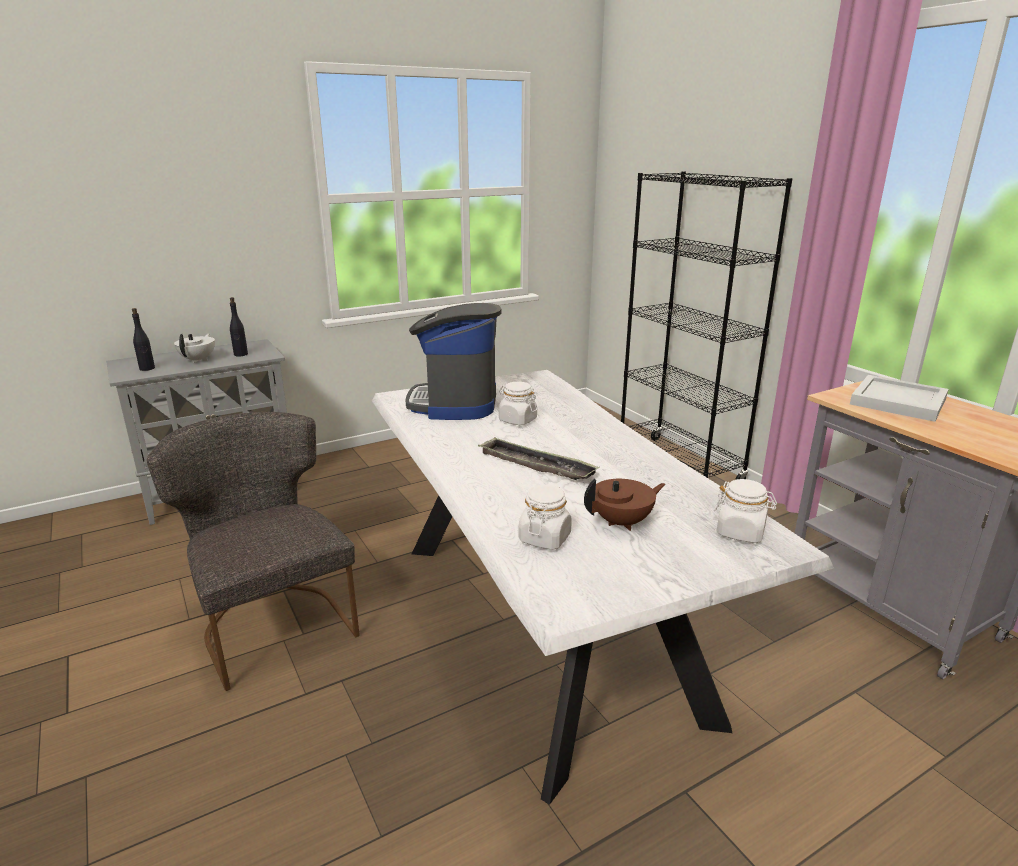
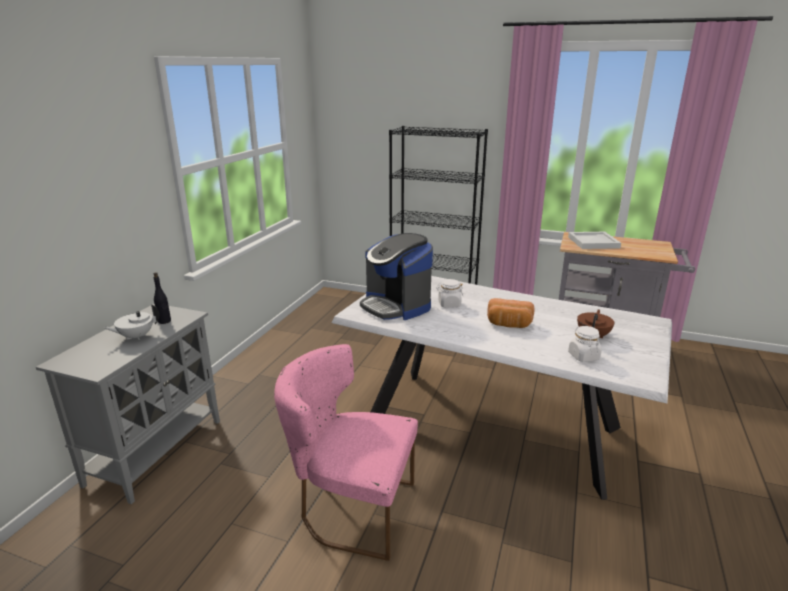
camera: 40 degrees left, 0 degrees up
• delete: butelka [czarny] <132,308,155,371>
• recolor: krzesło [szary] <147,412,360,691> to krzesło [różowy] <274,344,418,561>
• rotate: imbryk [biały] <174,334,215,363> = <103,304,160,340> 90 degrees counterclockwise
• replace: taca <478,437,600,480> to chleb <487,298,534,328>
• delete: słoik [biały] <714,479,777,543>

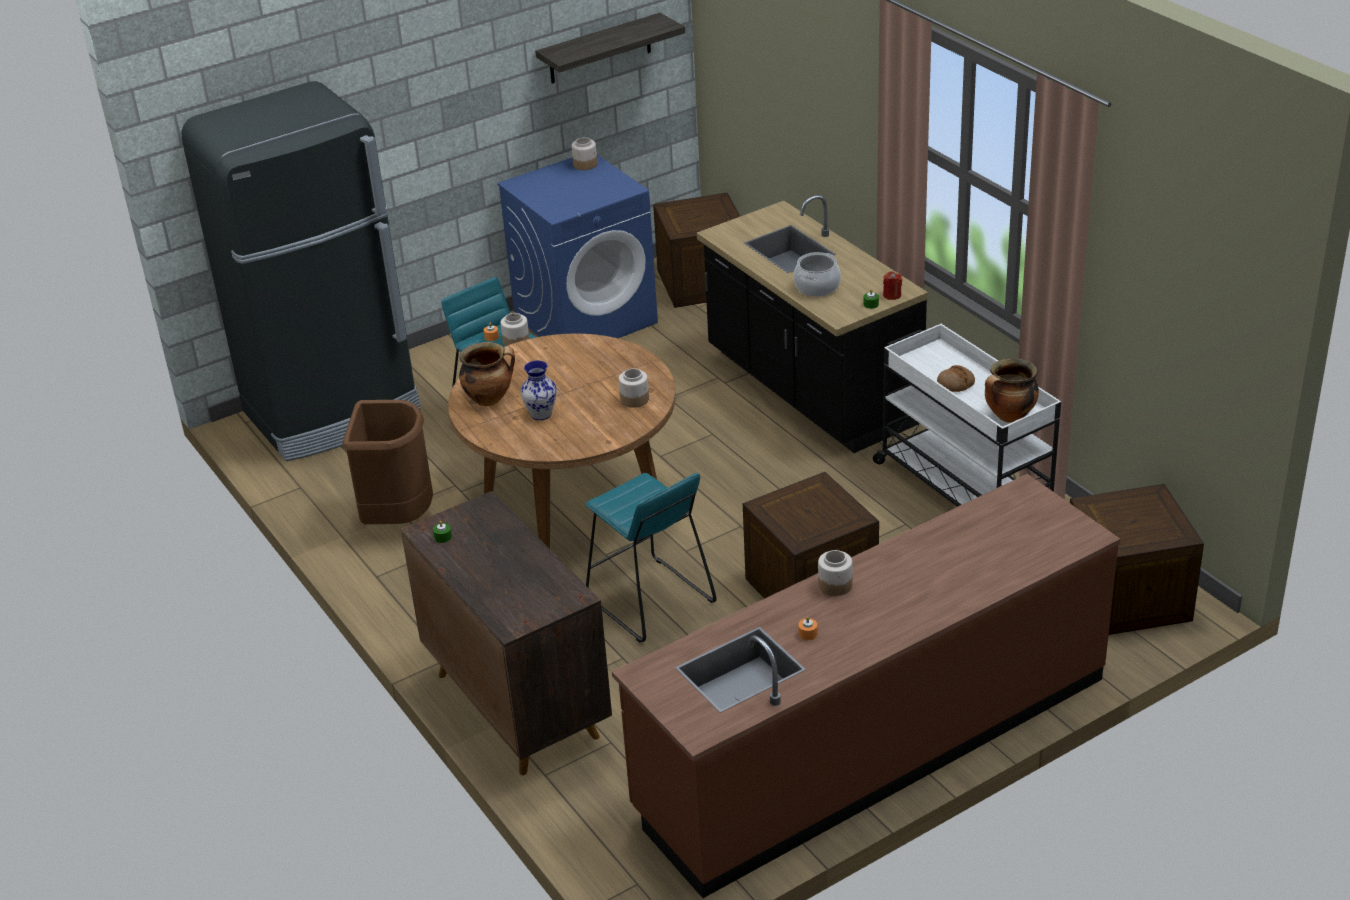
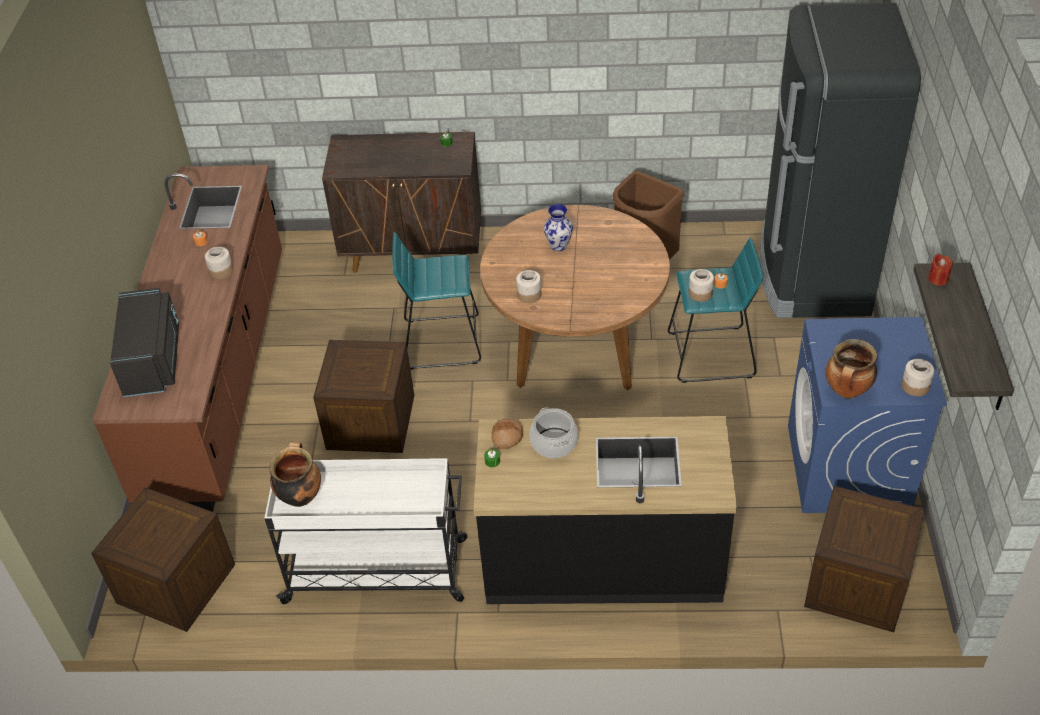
camera: 125 degrees right, 10 degrees up
• move: garnek <459,342,515,406> to <825,339,877,398>
• move: świeca [czerwony] <883,272,902,300> to <928,254,953,286>
• move: chleb <937,365,975,392> to <491,418,523,449>
• insert: mikrofalówka [czarny] <110,288,179,397>

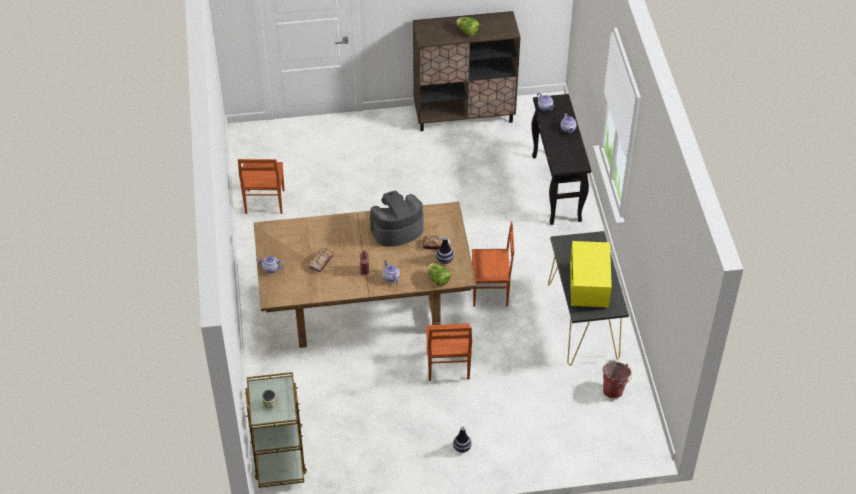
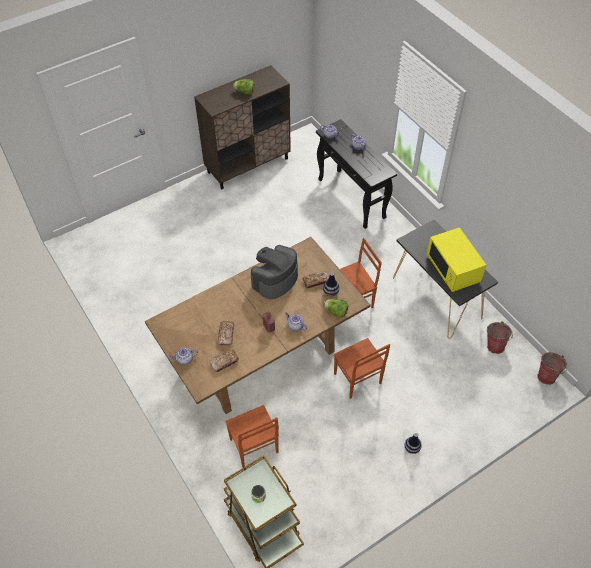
camera: 25 degrees left, 5 degrees up
• move: krzesło [brązowy] <238,159,285,214> to <225,405,279,468>
• insert: chleb <209,349,239,372>
• insert: wiadro <537,352,567,385>

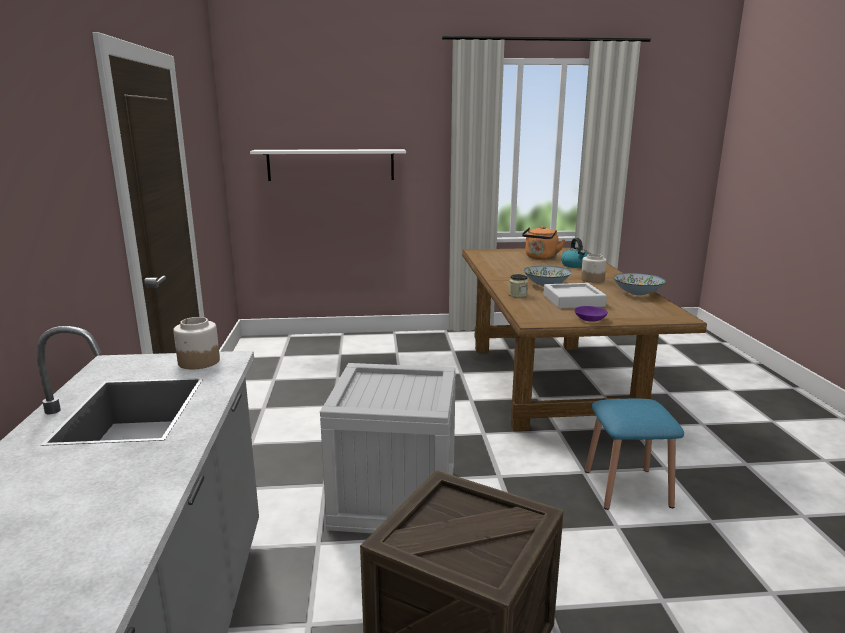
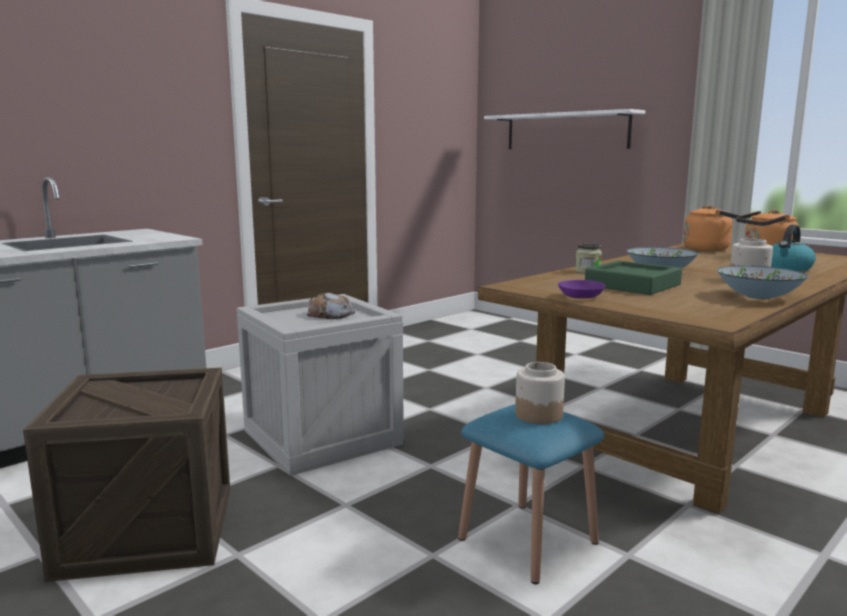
camera: 50 degrees right, 5 degrees down
• move: słoik <173,317,220,369> to <515,362,565,424>
• recolor: taca [szary] <543,283,607,308> to taca [zielony] <585,261,682,295>
• insert: chleb <307,293,355,319>
• insert: czajnik [pomarańczowy] <683,205,740,251>

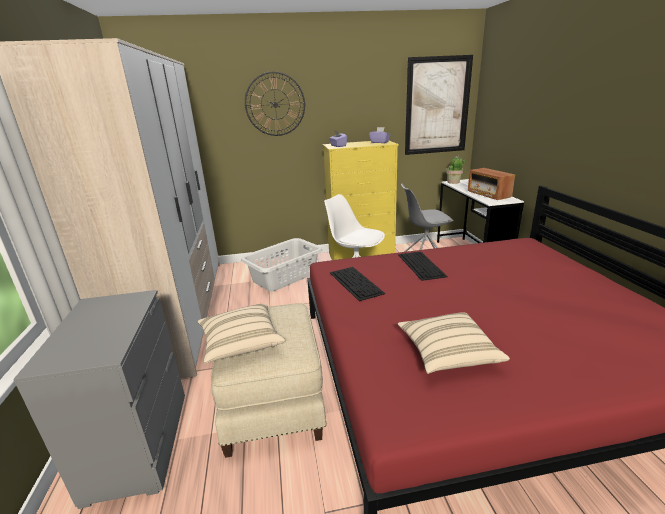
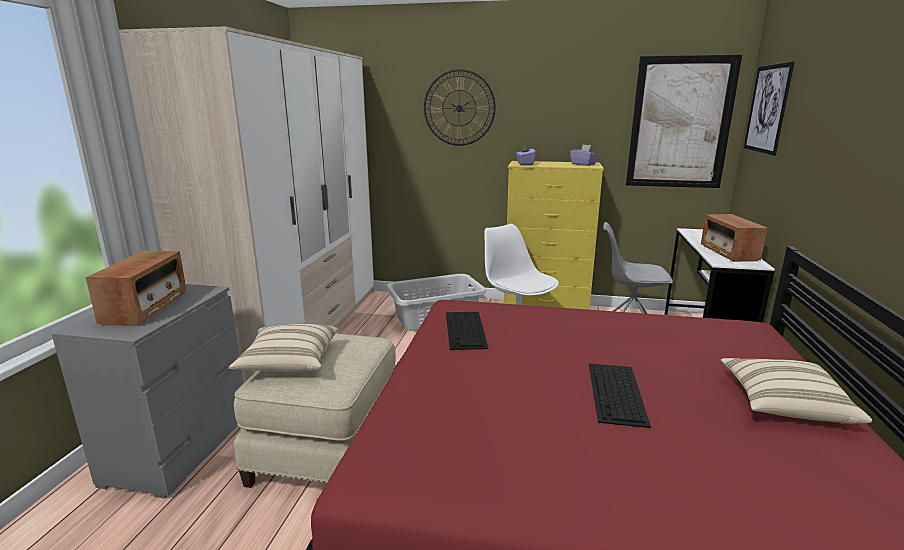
camera: 20 degrees right, 5 degrees down
• move: klawiatura <398,252,448,281> to <589,364,651,428>
• move: poduszka [beżowy] <398,312,510,374> to <721,358,872,424>
• delete: roślina doniczkowa <446,155,465,184>
• insert: radio <86,251,187,326>
• insert: obraz <744,61,795,156>

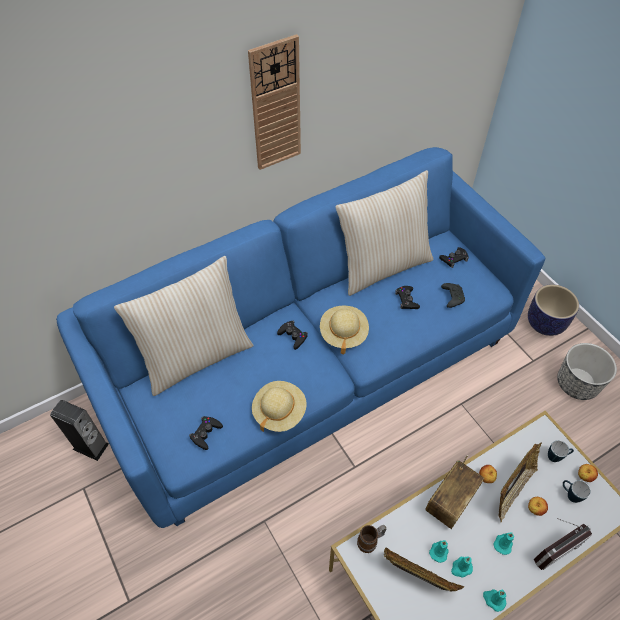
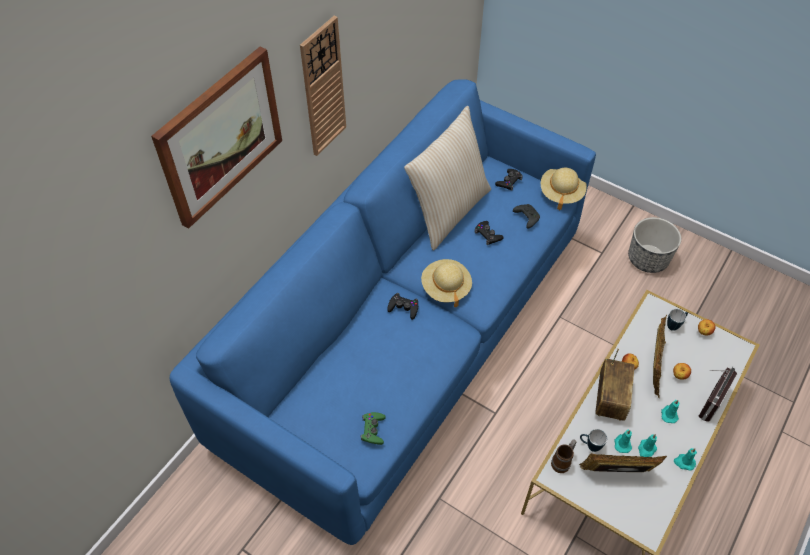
camera: 25 degrees left, 0 degrees up
• delete: głośnik <50,400,109,461>
• delete: poduszka [beżowy] <114,256,254,396>
• recolor: pad do gier [czarny] <189,416,223,450> to pad do gier [zielony] <361,412,386,445>
• move: kapelusz [beżowy] <252,381,307,432> to <541,168,587,210>
• delete: donica <528,284,579,336>
• move: kubek <563,480,591,503> to <580,429,607,452>
• insert: obraz <151,46,282,229>

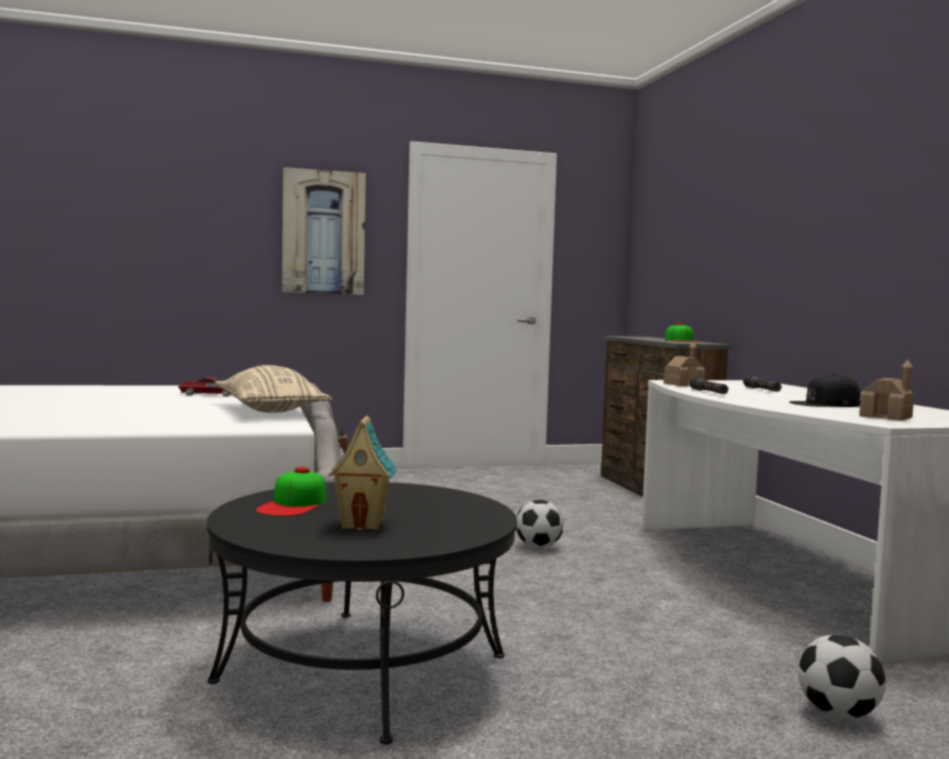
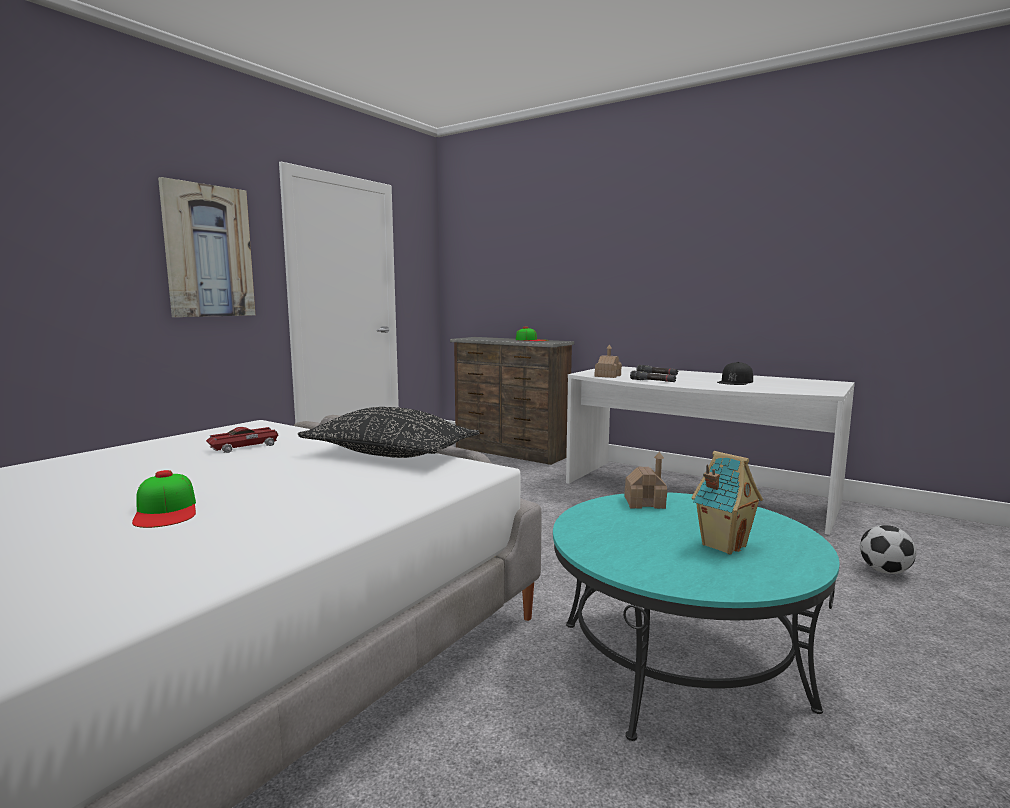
camera: 40 degrees left, 5 degrees up
• recolor: ława [czarny] <207,482,517,744> to ława [turkusowy] <553,492,840,741>
• recolor: poduszka [beżowy] <215,365,332,413> to poduszka [czarny] <298,407,480,458>
• move: czapka z daszkiem <256,467,327,516> to <132,470,196,528>
• delete: piłka futbolowa <516,500,564,548>
• move: domek <859,360,914,421> to <624,452,667,509>

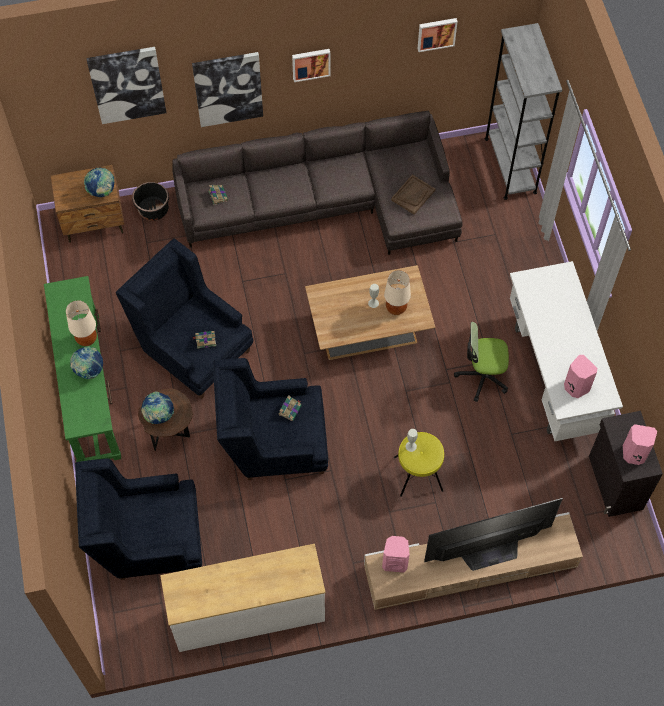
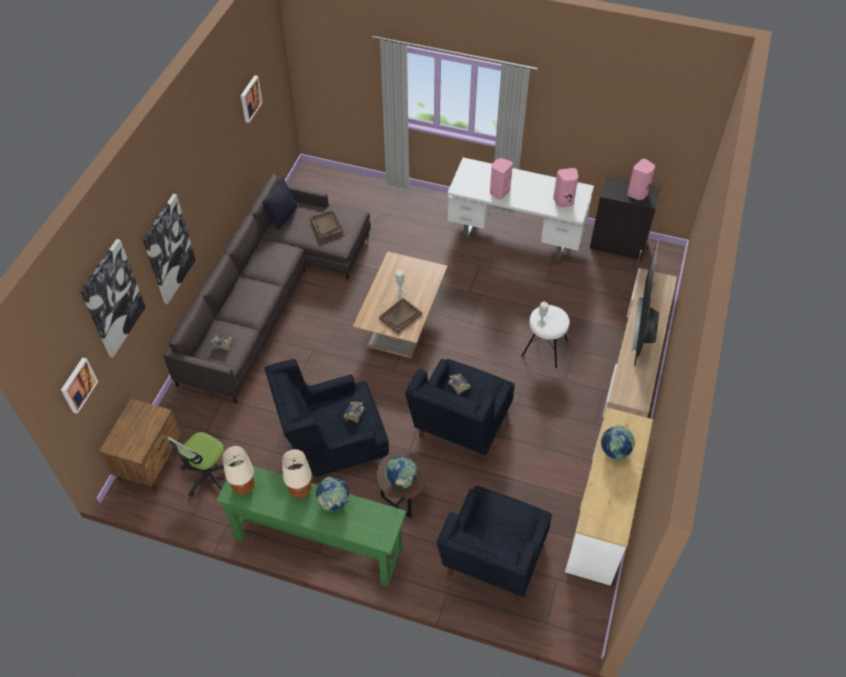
camera: 60 degrees left, 10 degrees down
• move: globus <84,168,115,197> to <601,425,635,460>
• delete: donica [czarny] <132,182,169,221>
• move: obraz <292,49,330,82> to <61,357,98,414>
• move: głośnik [różowy] <382,536,410,573> to <490,158,513,199>
• move: lampa stołowa [beżowy] <384,270,411,315> to <222,446,254,495>
• recolor: stołek [żółty] <394,432,444,497> to stołek [biały] <521,305,569,368>
• move: krzesło biurowe <454,322,509,402> to <167,432,235,497>
• delete: regał [szary] <484,23,562,200>
• insert: poduszka [czarny] <262,178,298,230>
• insert: taca [brązowy] <379,298,422,333>

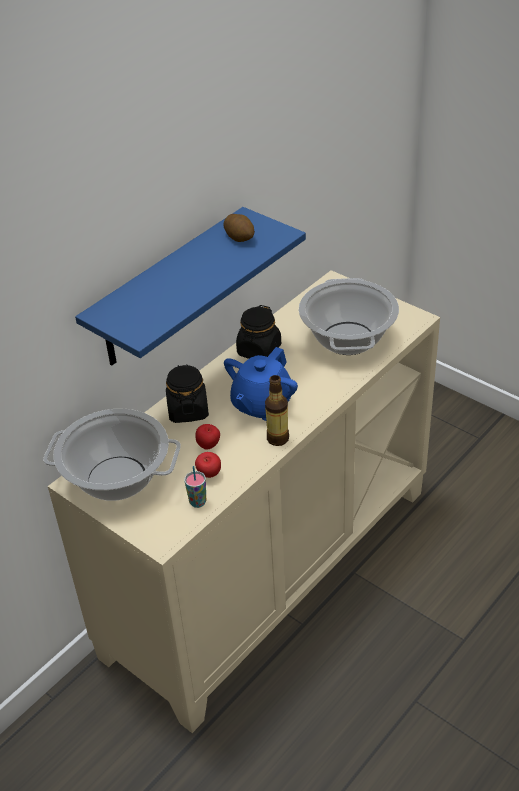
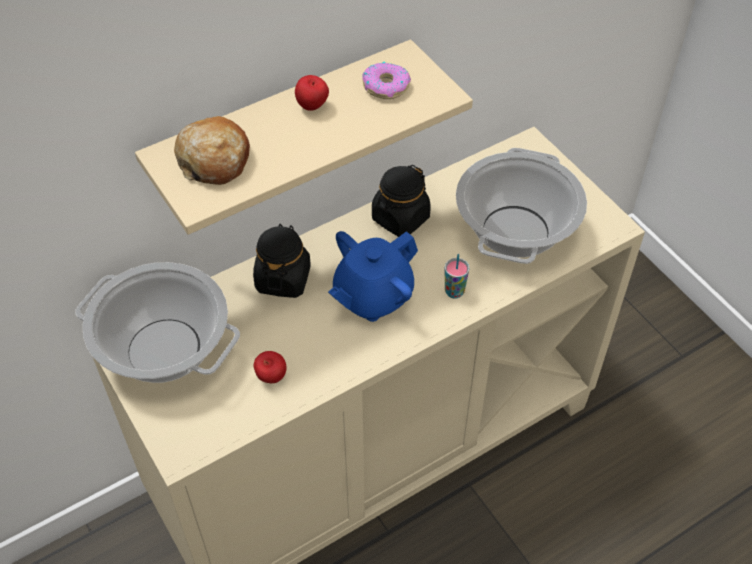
camera: 15 degrees right, 10 degrees up
• recolor: półka [niebieski] <75,207,306,365> to półka [beżowy] <135,40,473,235>
• move: filiżanka <184,466,206,508> to <445,254,469,299>
• move: jabłko <195,424,220,449> to <295,75,329,111>
• replace: ziemniak <224,214,255,242> to donut <362,62,411,99>
• delete: butelka <265,375,289,446>
• insert: chleb <174,116,250,185>

